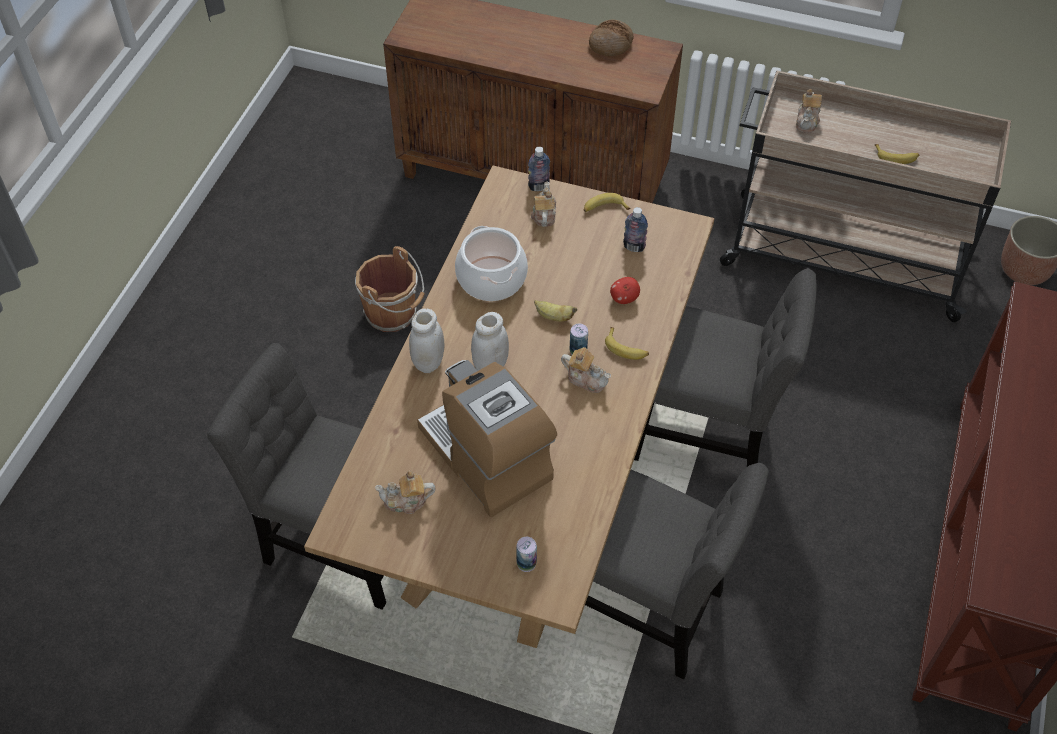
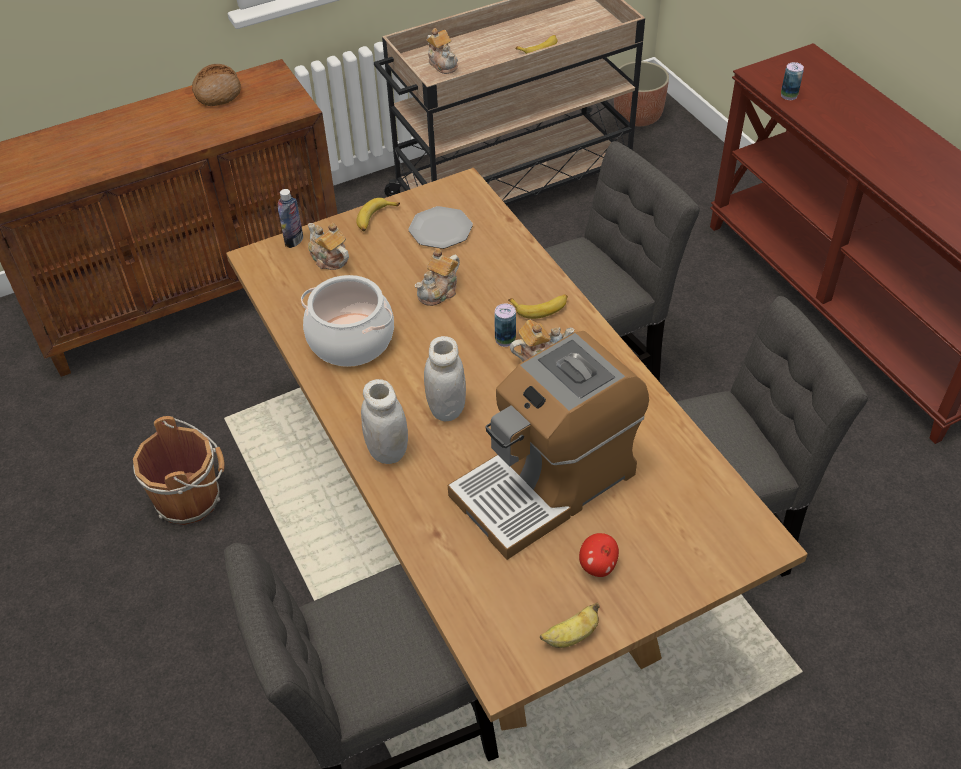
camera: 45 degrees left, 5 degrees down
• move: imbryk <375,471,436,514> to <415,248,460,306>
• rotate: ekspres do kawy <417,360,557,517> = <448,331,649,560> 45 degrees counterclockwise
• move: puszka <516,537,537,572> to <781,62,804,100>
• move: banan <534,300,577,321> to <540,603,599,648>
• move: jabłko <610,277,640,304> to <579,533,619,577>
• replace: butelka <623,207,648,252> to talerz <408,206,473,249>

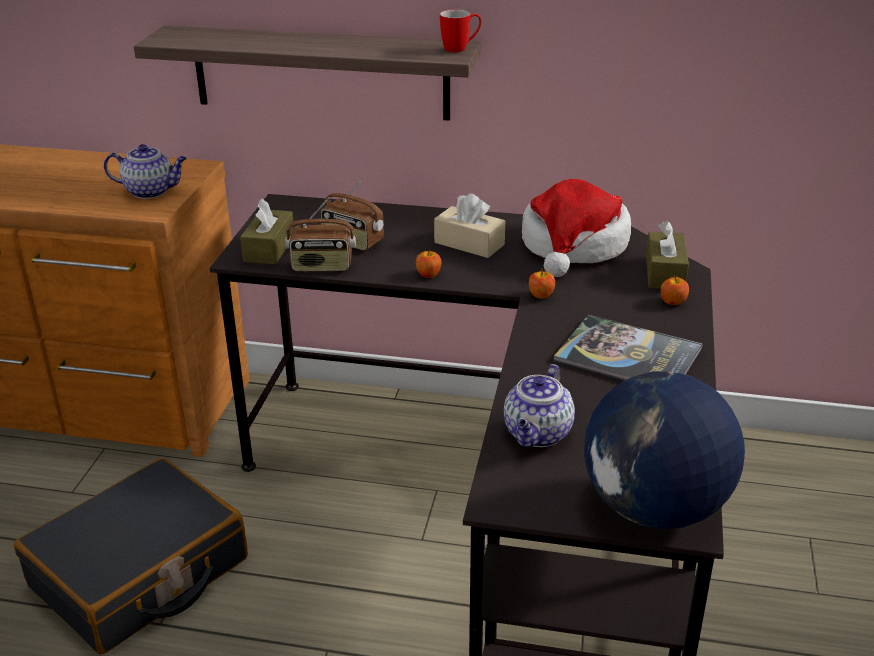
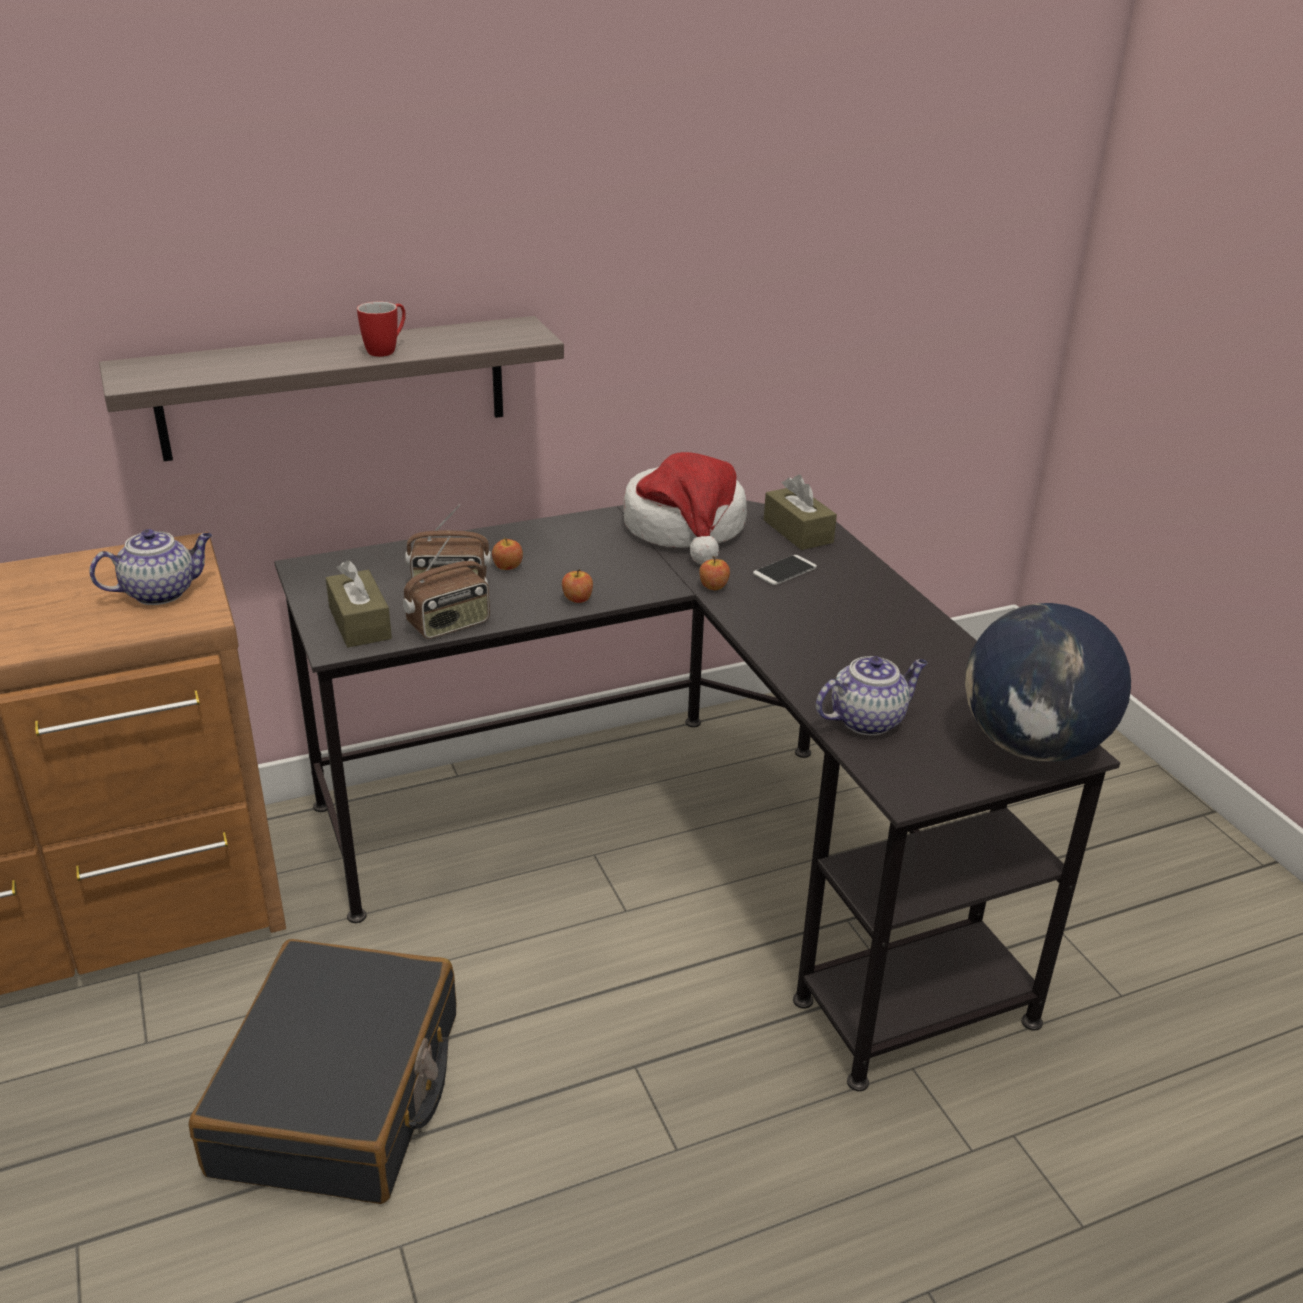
camera: 35 degrees left, 0 degrees up
• delete: pudełko chusteczek [beżowy] <434,193,505,258>
• move: kubek <440,10,482,53> to <357,302,406,357>
• rotate: imbryk <504,364,575,447> = <816,656,928,735> 105 degrees counterclockwise
• delete: książka <554,315,703,381>
• move: jabłko <661,276,689,305> to <492,538,523,570>
• insert: telefon <753,555,817,585>

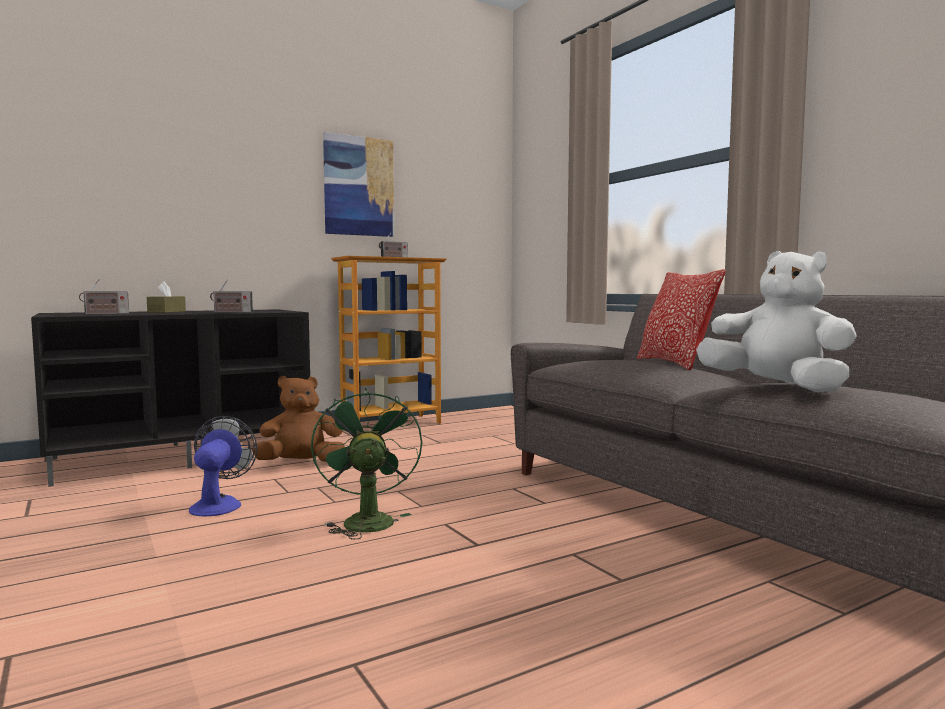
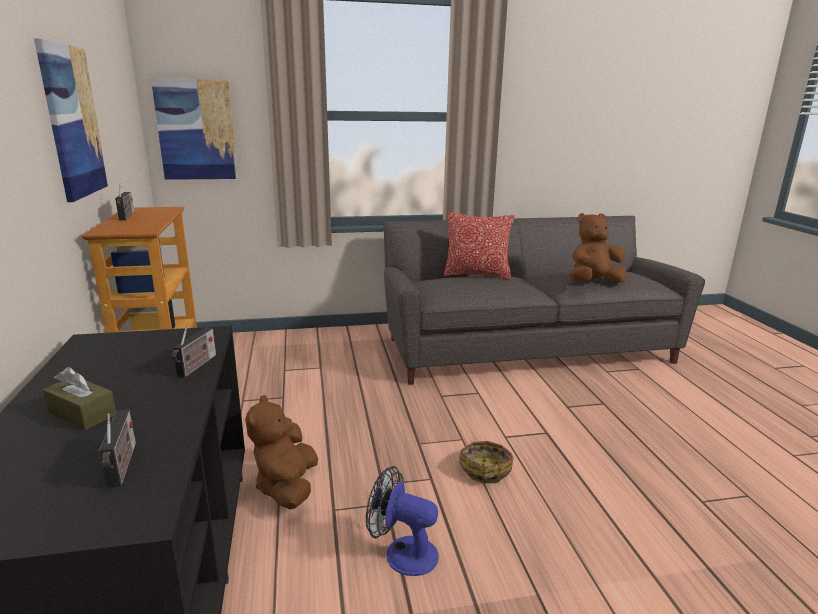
camera: 70 degrees left, 15 degrees up
• replace: wentylator [zielony] <311,388,422,540> to koszyk <459,441,514,483>
• recolor: pluszak [biały] <696,251,857,393> to pluszak [brązowy] <569,213,626,283>
• insert: obraz <151,78,238,180>

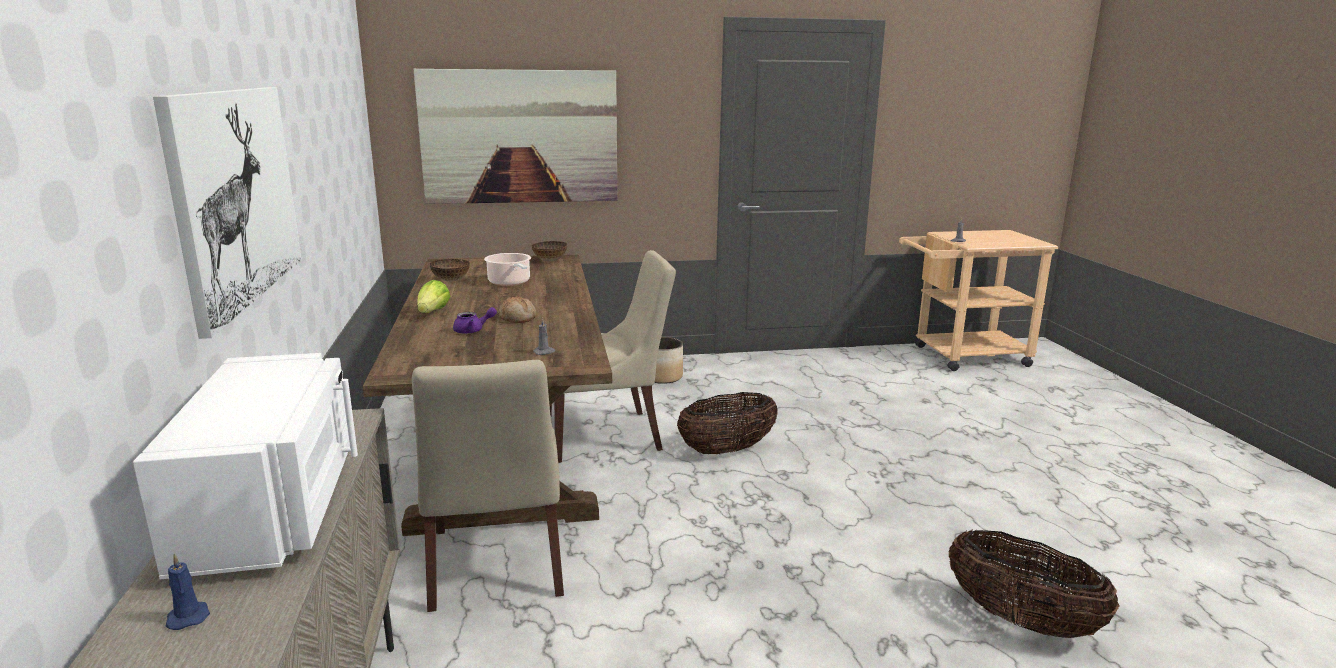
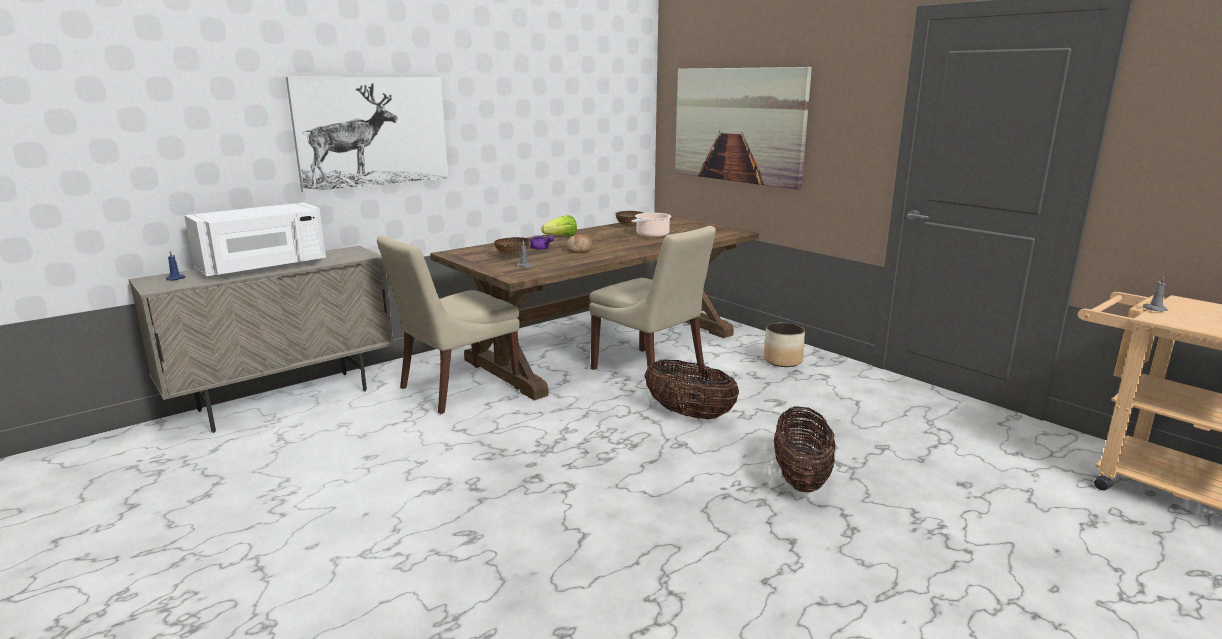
camera: 60 degrees right, 0 degrees up
• move: miska <531,241,567,261> to <494,237,530,257>
• move: koszyk <949,529,1120,638> to <774,406,836,492>

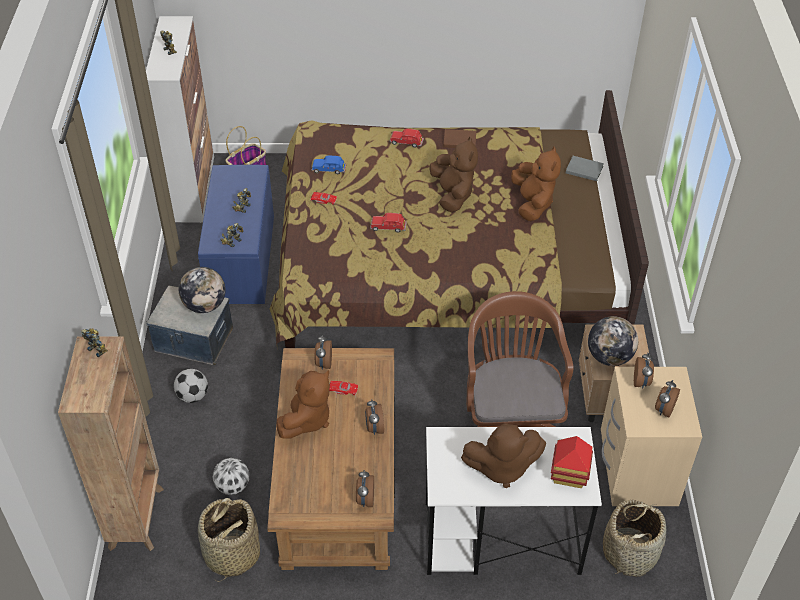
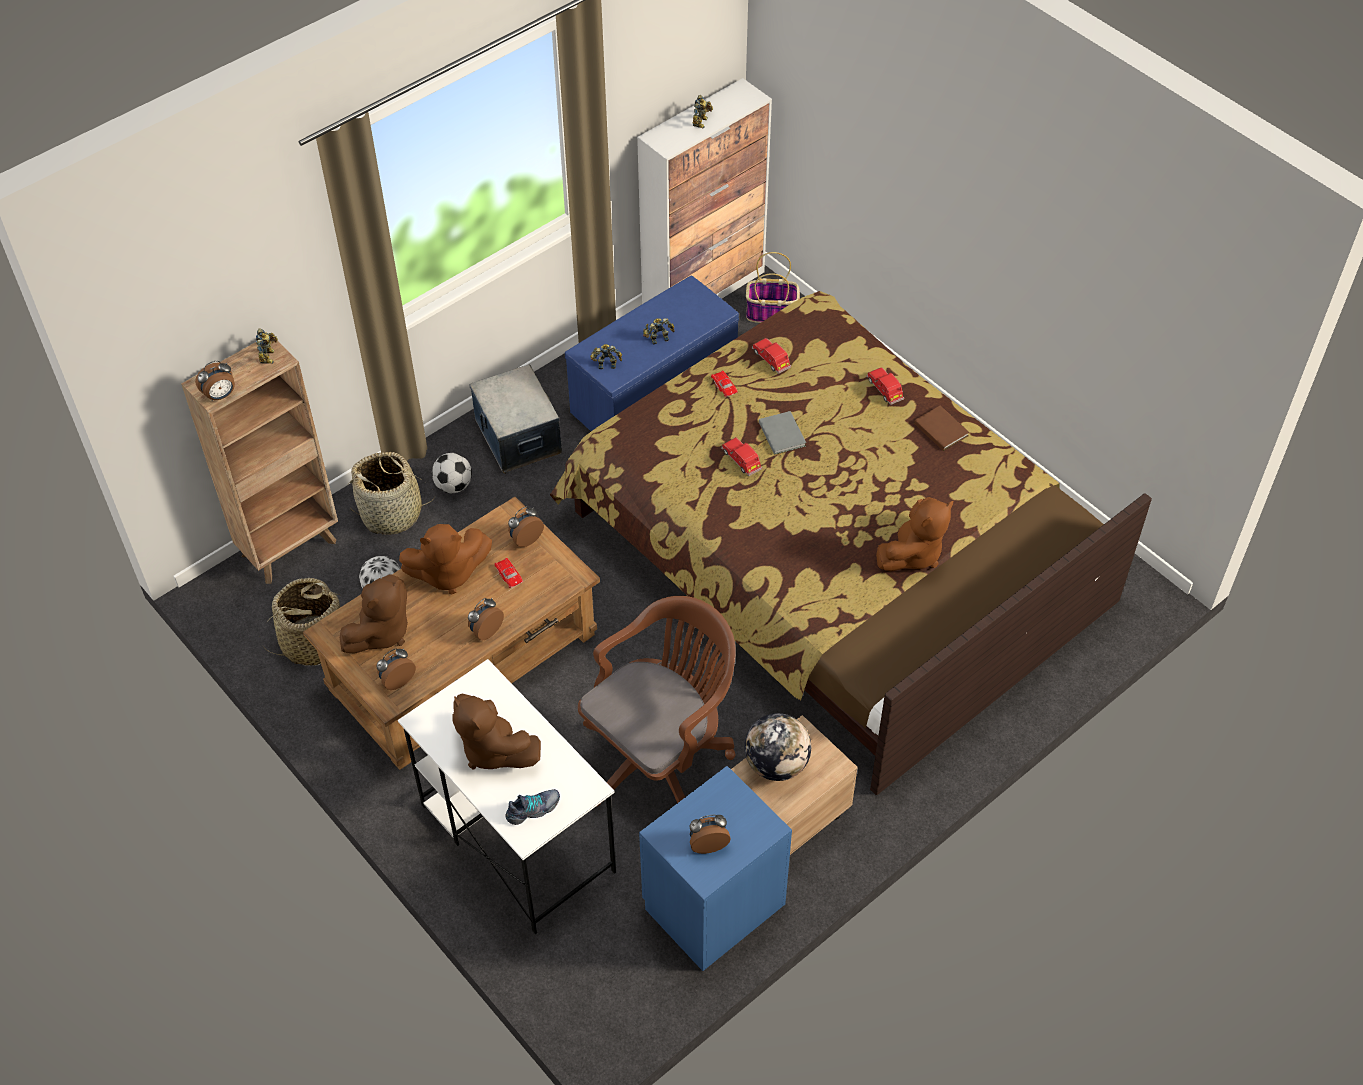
camera: 50 degrees right, 5 degrees up
• delete: globus <179,267,225,313>
• recolor: samochodzik [niebieski] <312,156,346,174> to samochodzik [czerwony] <752,338,791,374>
• move: pluszak [brązowy] <429,136,478,213> to <340,574,408,654>
• replace: domek <551,436,593,488> to but <505,789,560,825>
• move: książka [szary] <566,156,604,181> to <759,411,806,455>
• recolor: szafka nocna [beżowy] <601,367,702,506> to szafka nocna [niebieski] <639,766,792,971>
• move: koszyk <603,500,666,577> to <347,452,435,535>
• move: budzik <634,352,654,389> to <195,361,235,400>

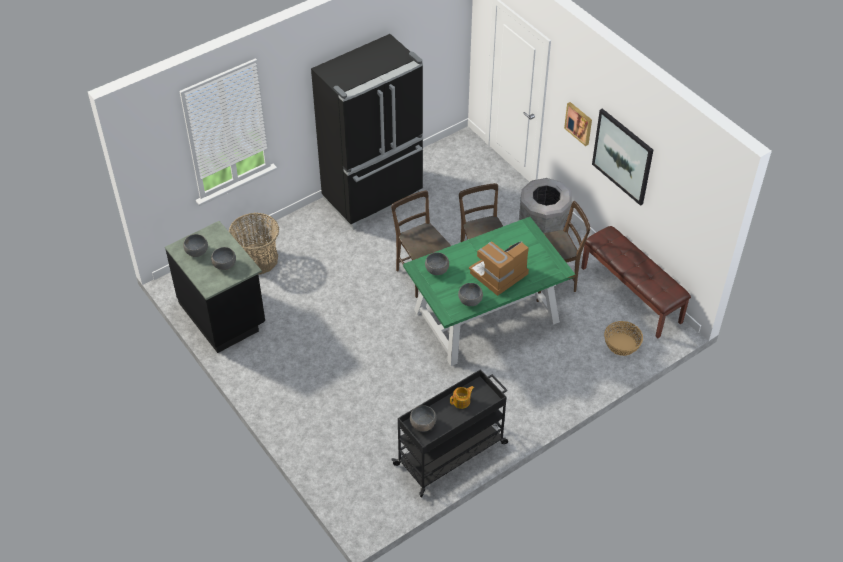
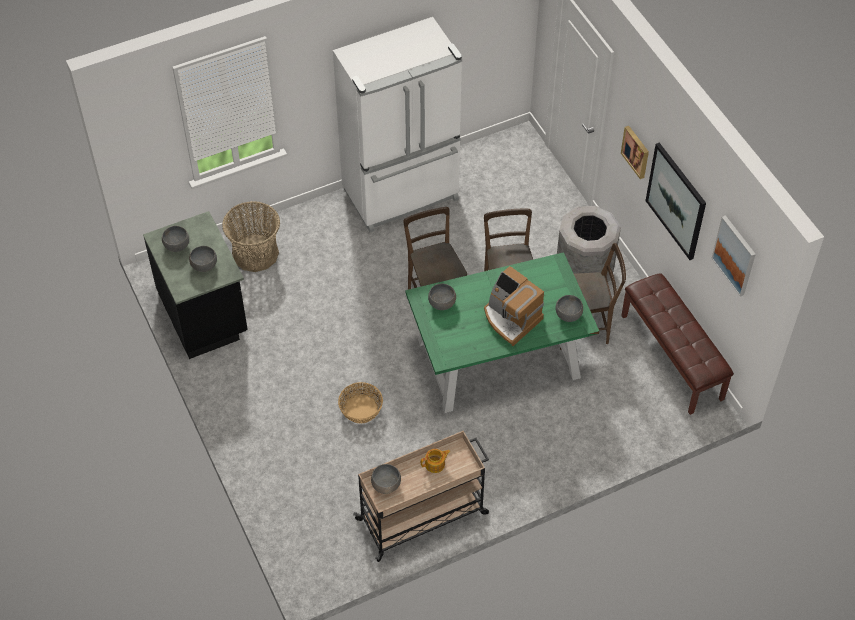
camera: 10 degrees right, 5 degrees up
• recolor: lodówka [czarny] <311,34,423,230> to lodówka [biały] <333,17,462,232>
• recolor: wózek [czarny] <392,369,508,497> to wózek [beżowy] <353,431,489,562>
• move: miska [szary] <458,283,483,306> to <555,295,583,322>
• rotate: ekspres do kawy <469,241,529,296> = <484,266,544,346> 105 degrees counterclockwise
• move: koszyk <604,321,643,356> to <338,382,383,423>
• insert: obraz <712,215,756,297>

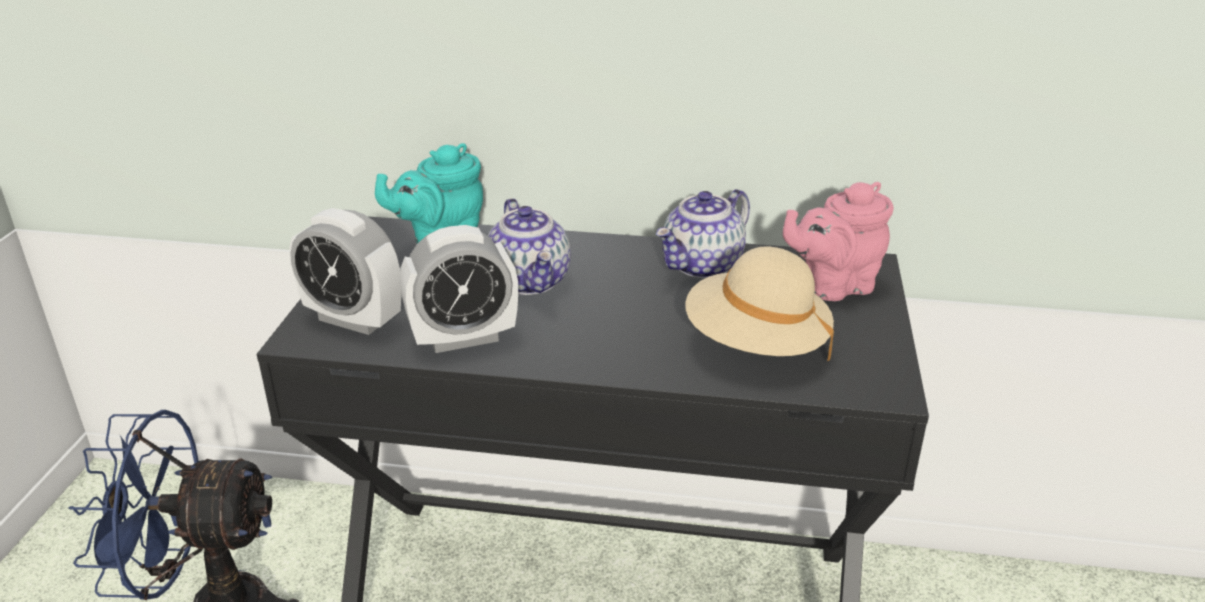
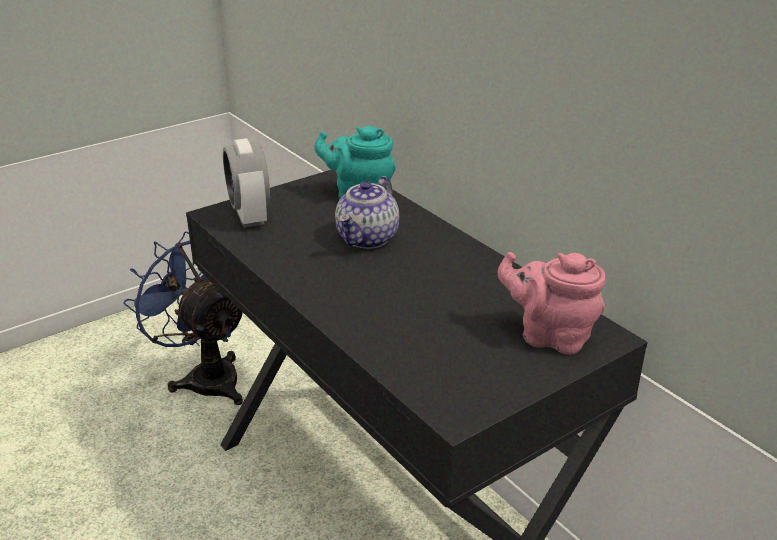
camera: 45 degrees right, 0 degrees up
• delete: budzik <400,225,518,353>
• delete: imbryk <656,189,750,279>
• delete: kapelusz [beżowy] <685,247,834,361>

